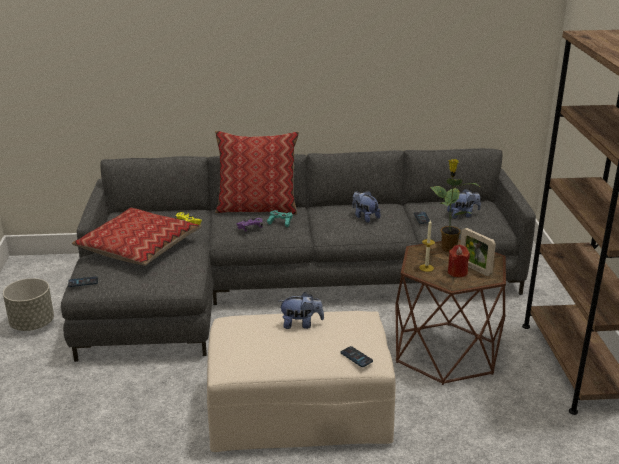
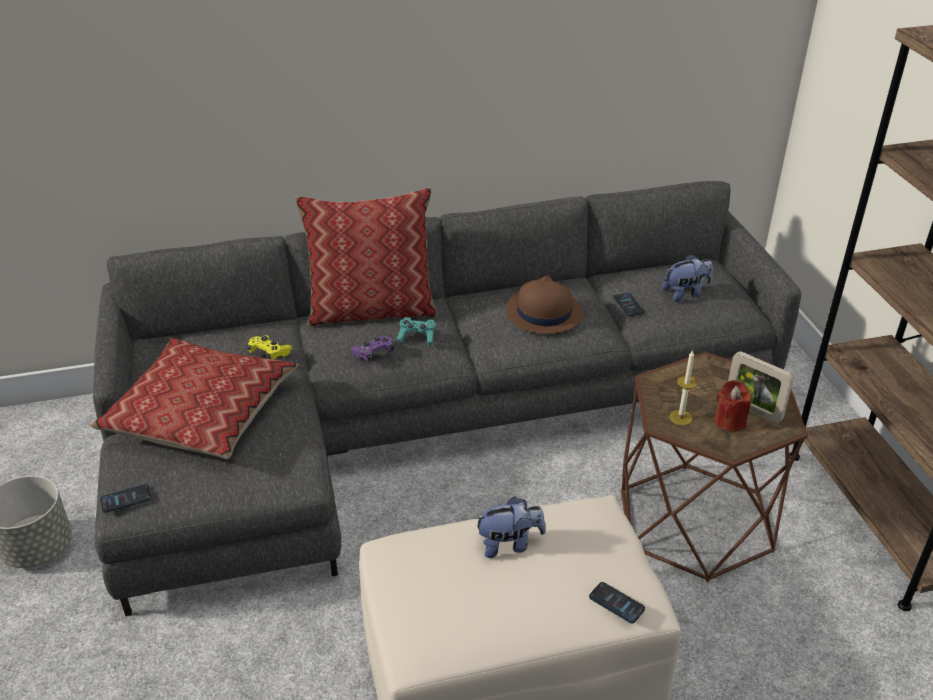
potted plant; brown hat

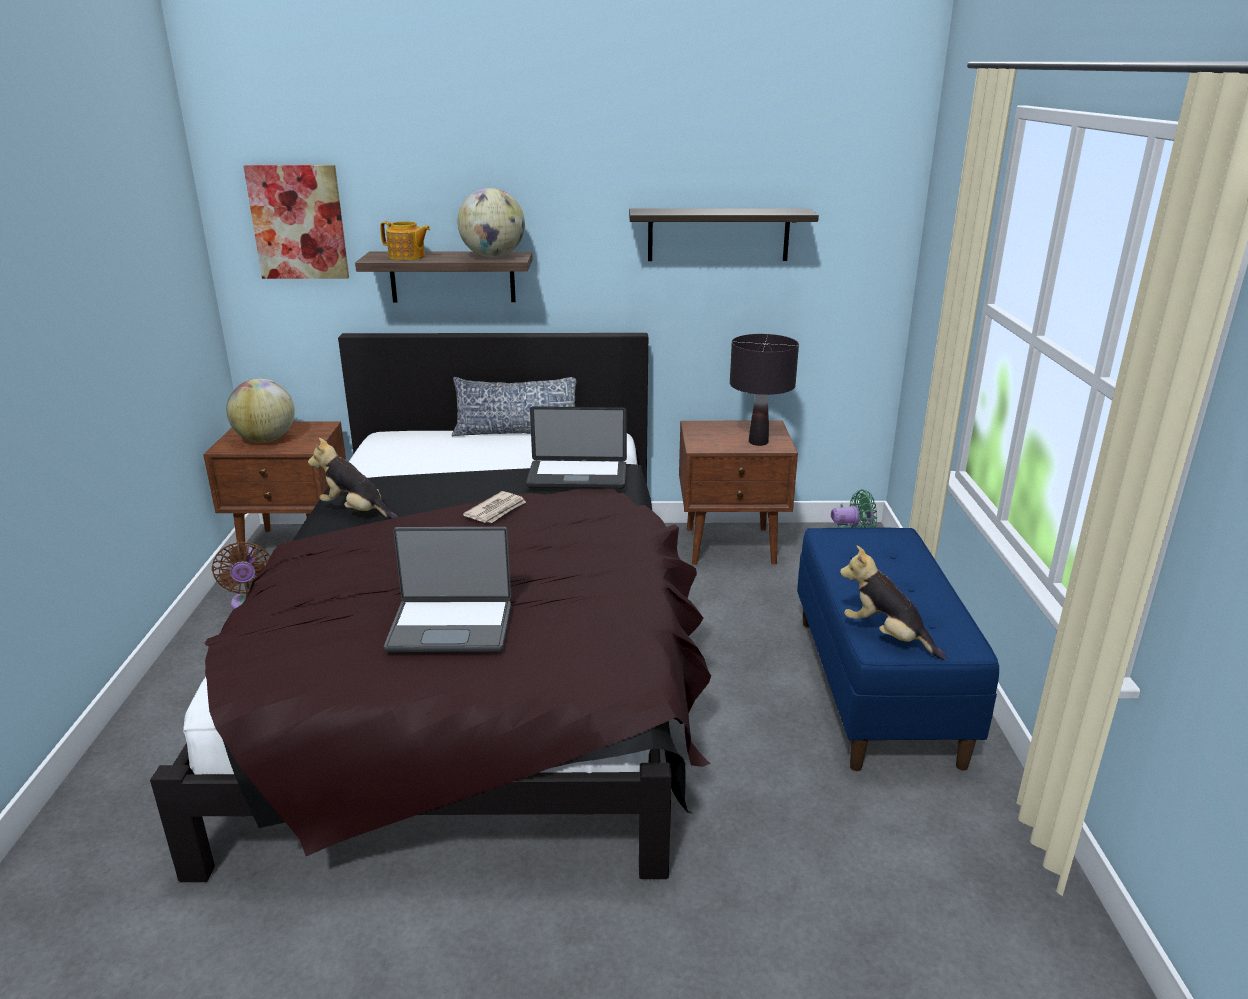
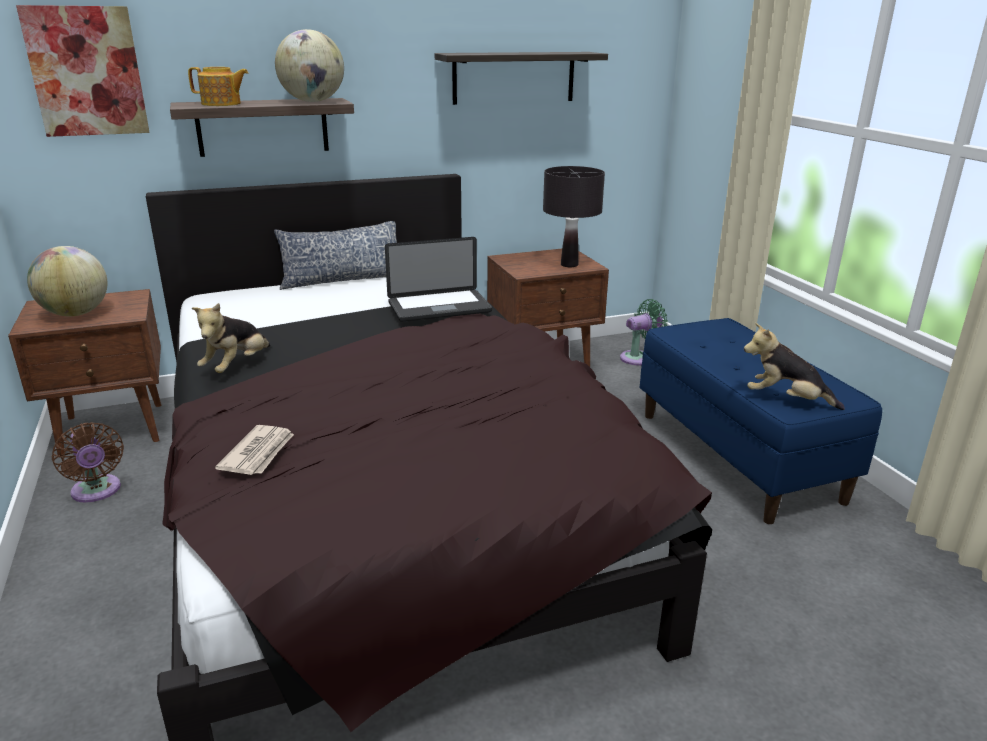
laptop (1st from left in the first image); newspaper; plush toy (1st from left)

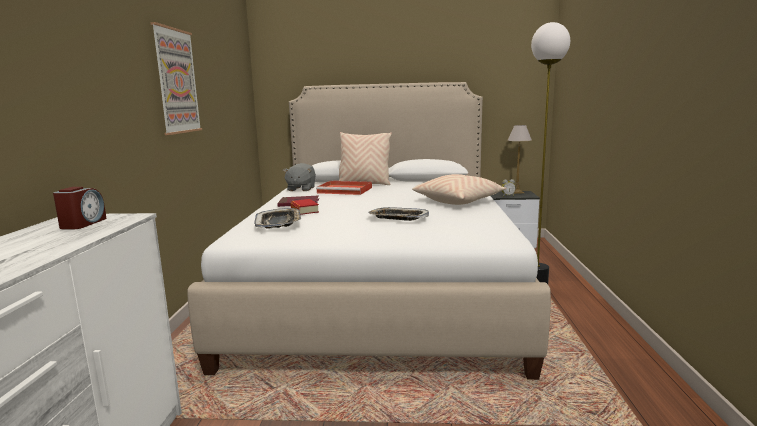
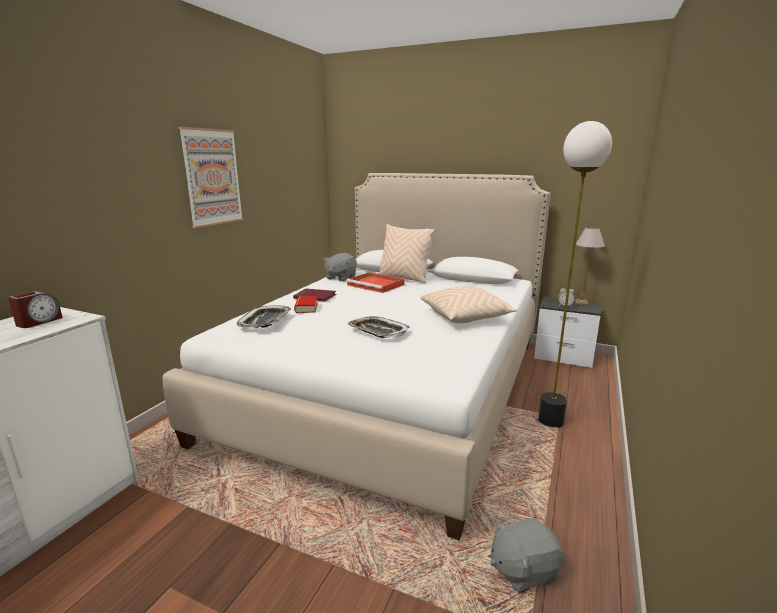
grey plush toy (2nd from left)

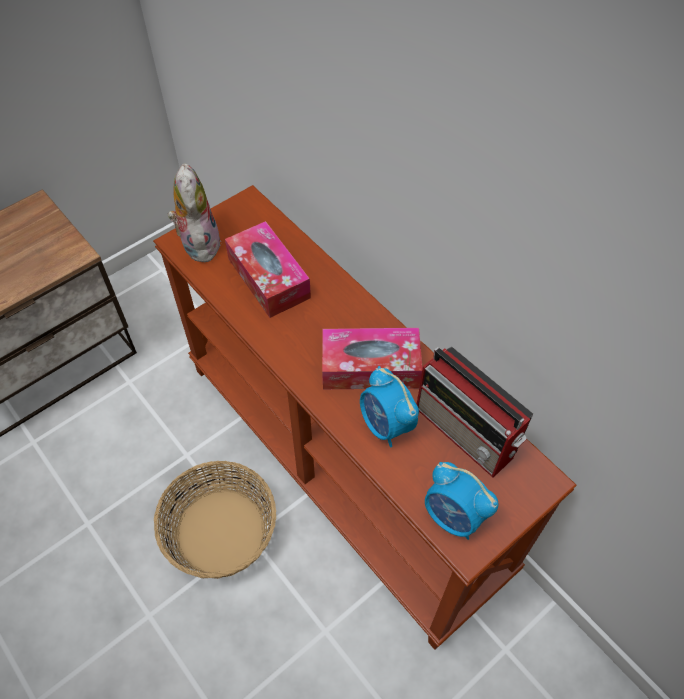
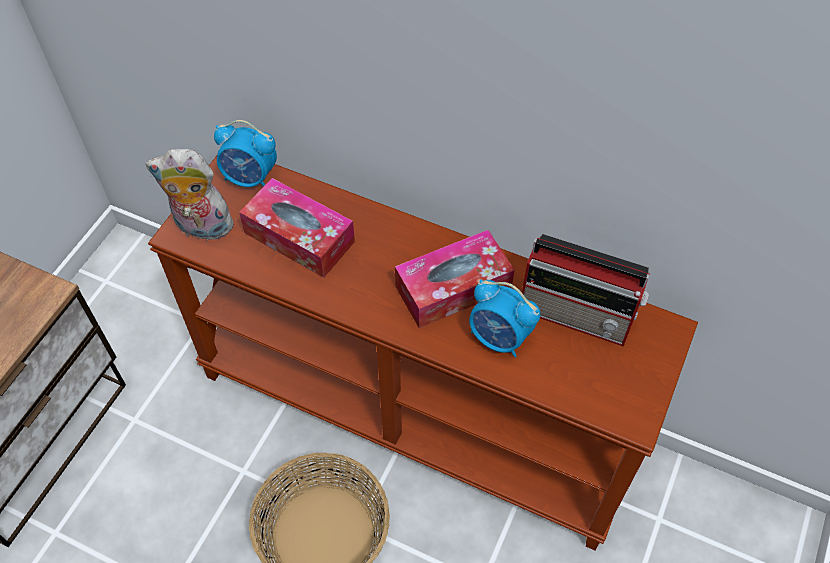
alarm clock (1st from left); plush toy

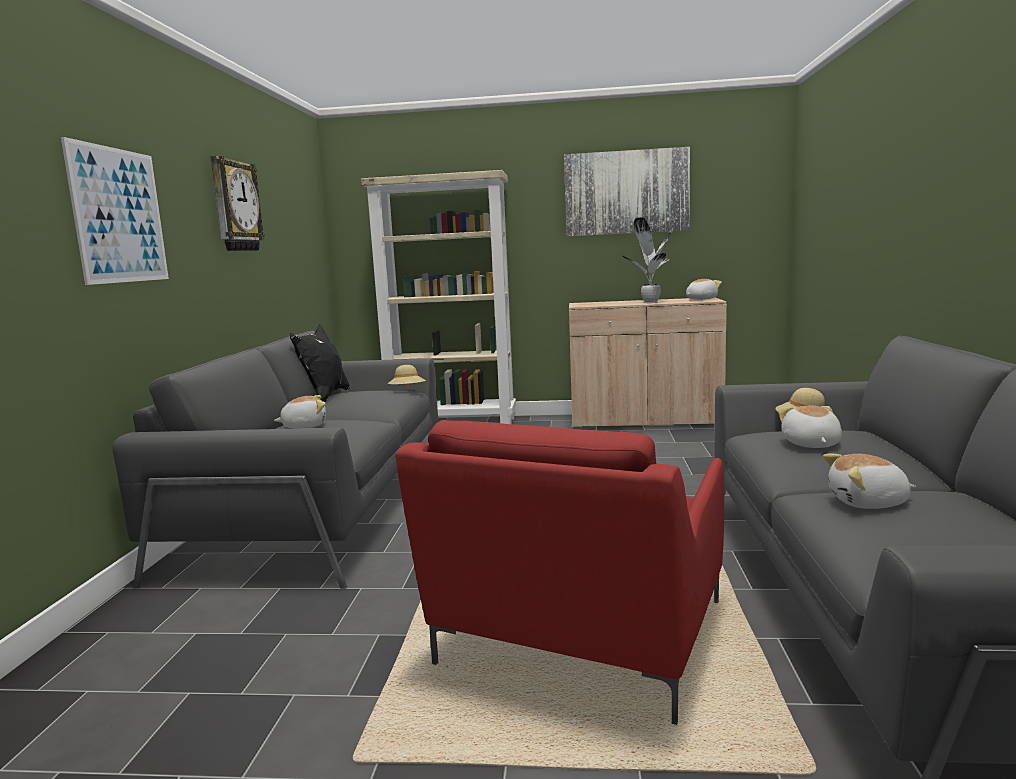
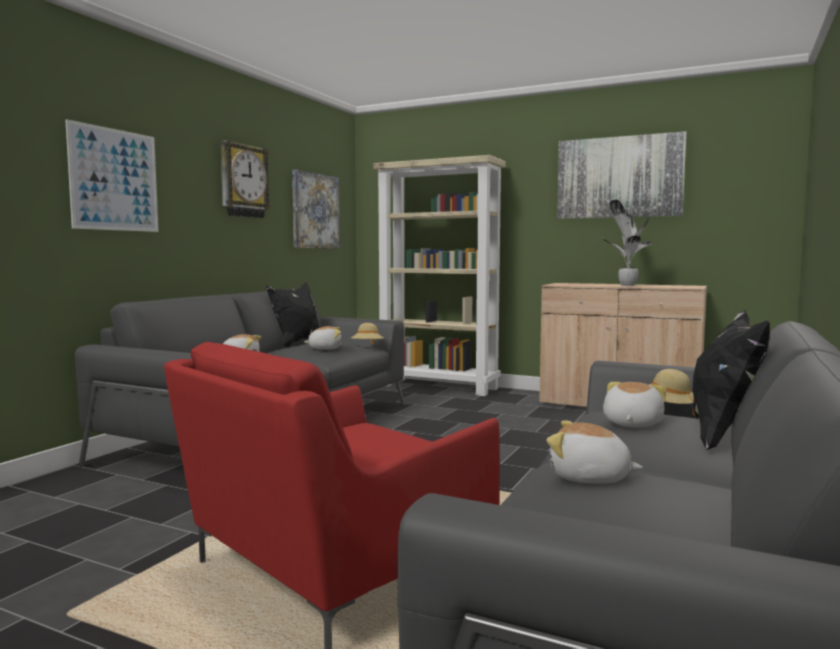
picture (2nd from left); black pillow (2nd from left); plush toy (2nd from left)

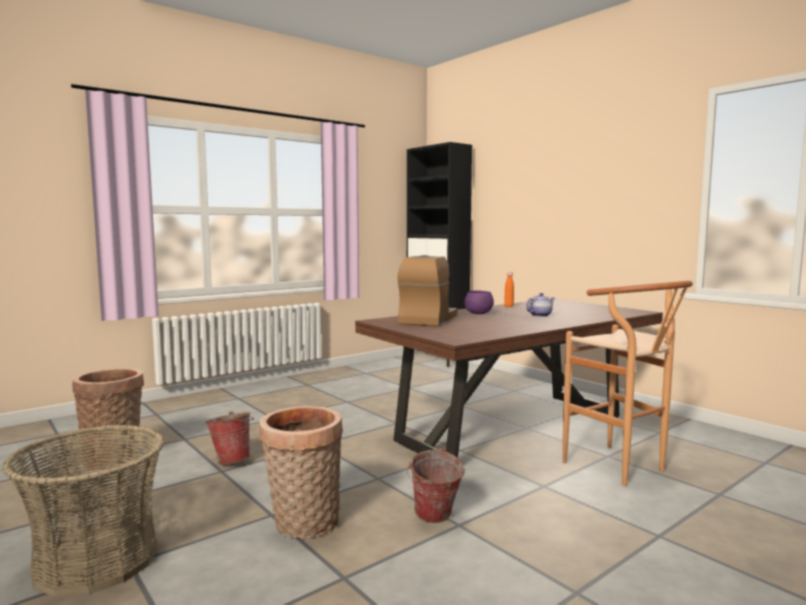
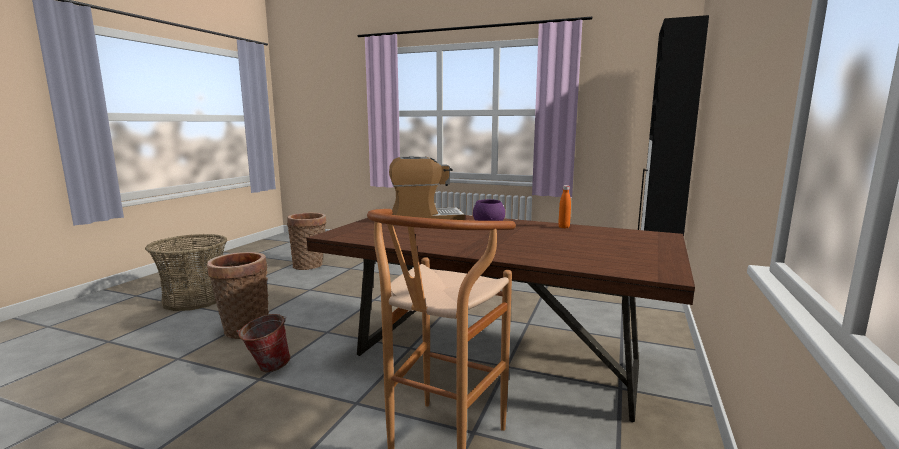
bucket (1st from left in the first image); teapot

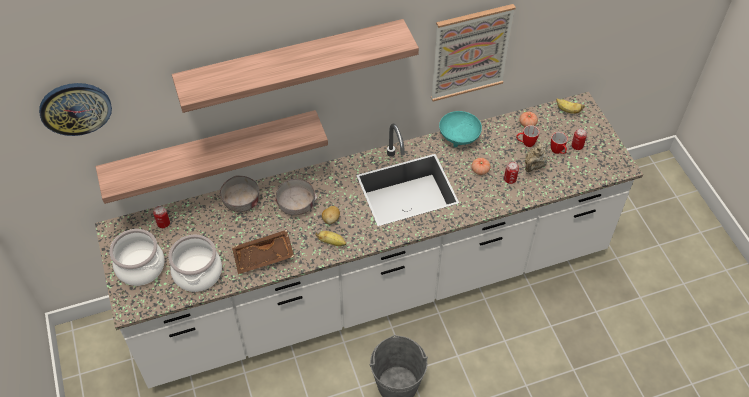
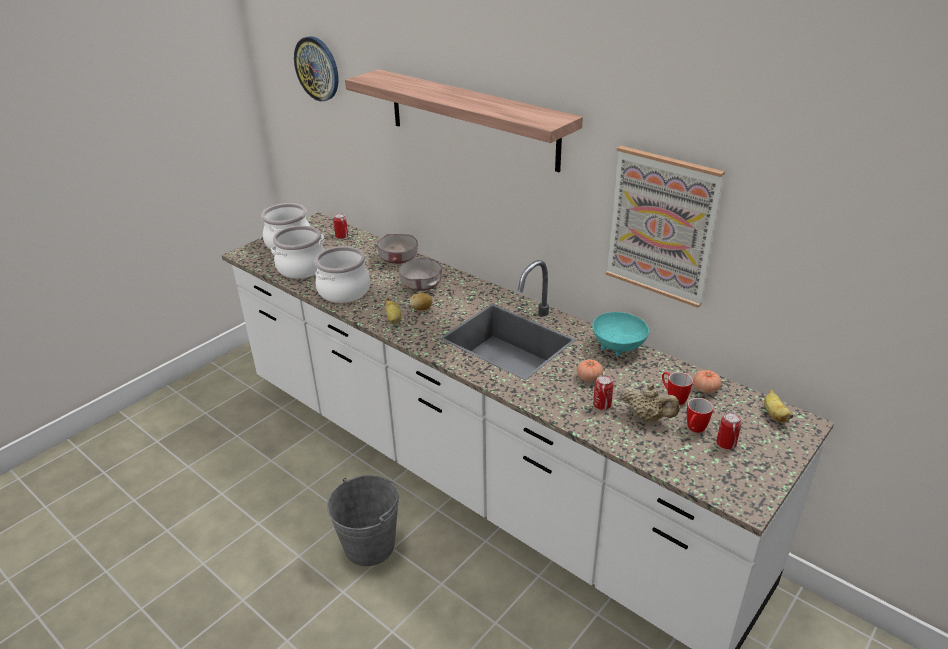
shelf (1st from left in the first image); cooking pot (3rd from left); beige teapot

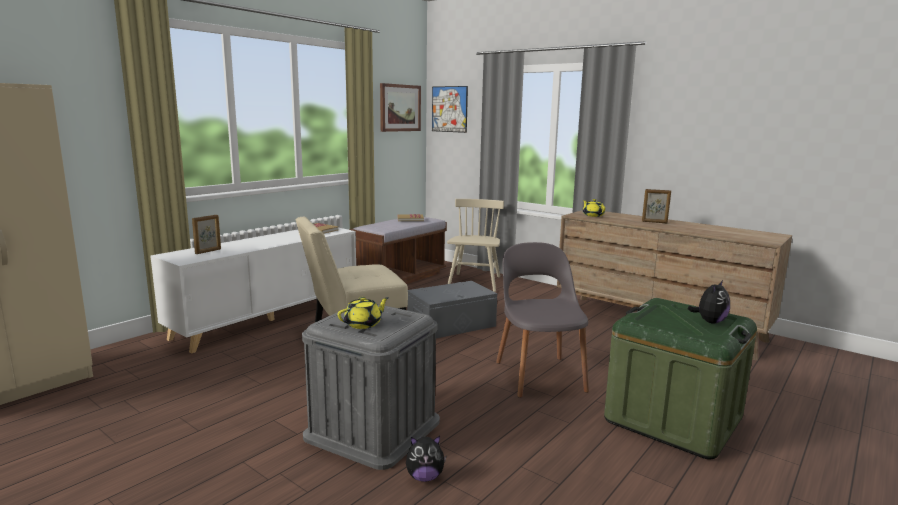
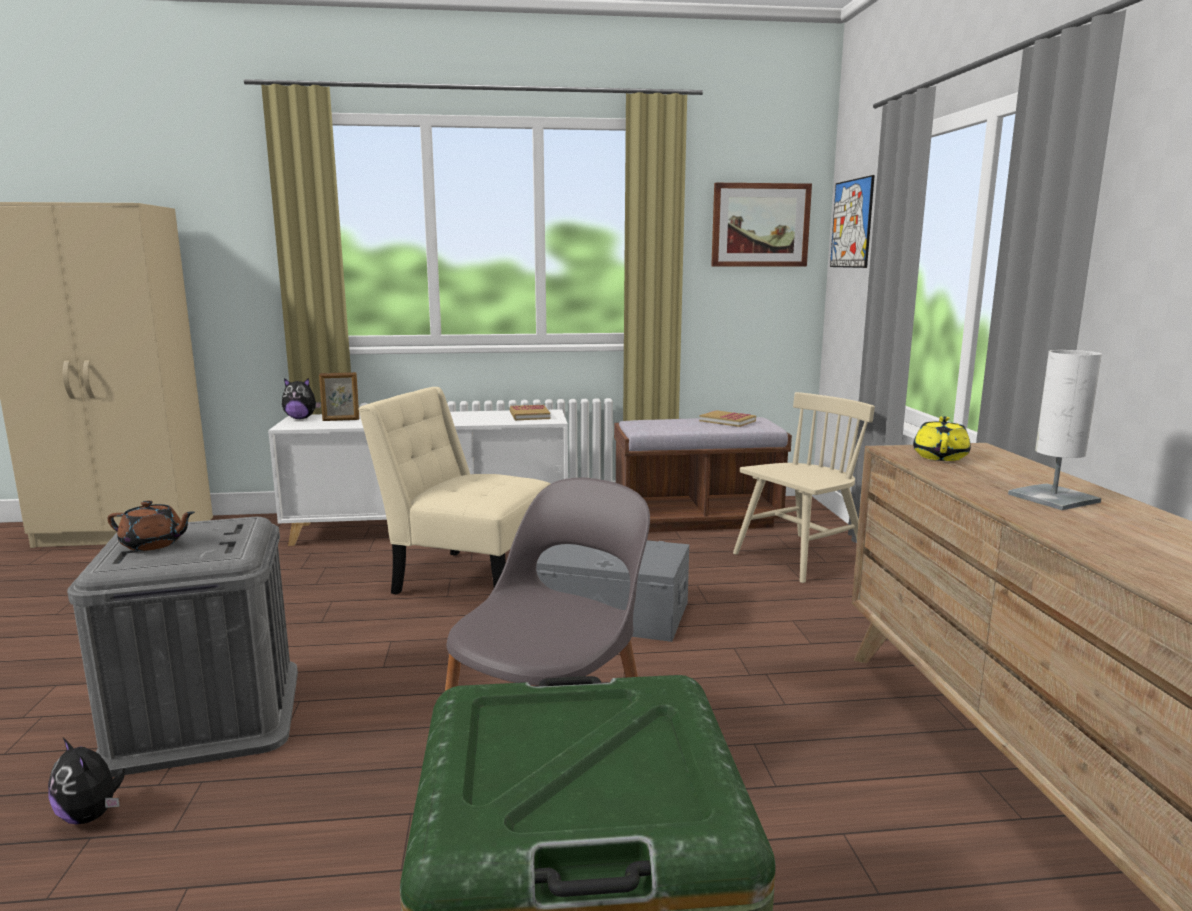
plush toy (2nd from left); white table lamp; brown teapot

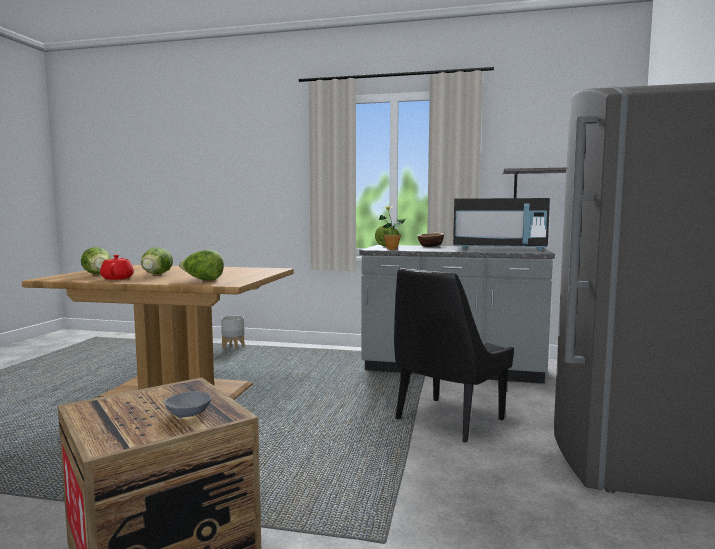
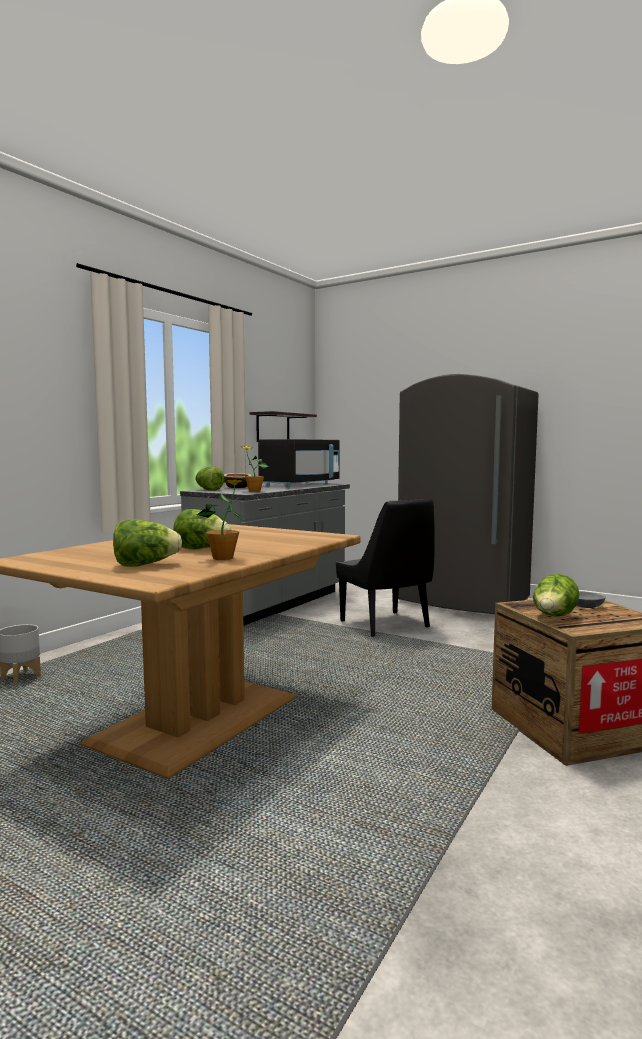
lettuce (4th from left); potted plant (1st from left)

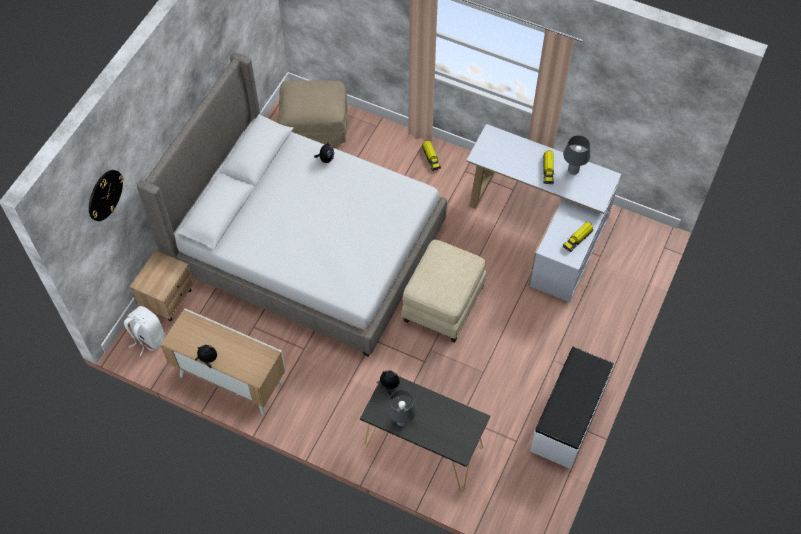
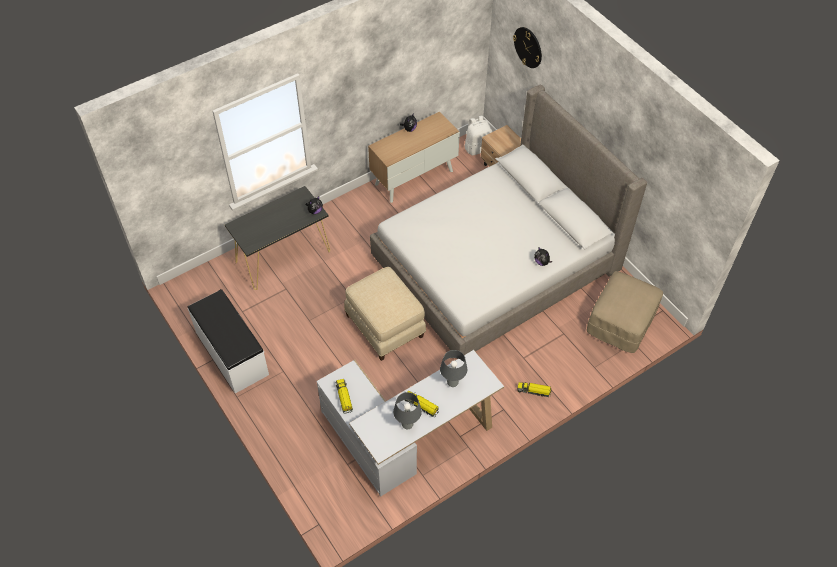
grey table lamp (2nd from left)

